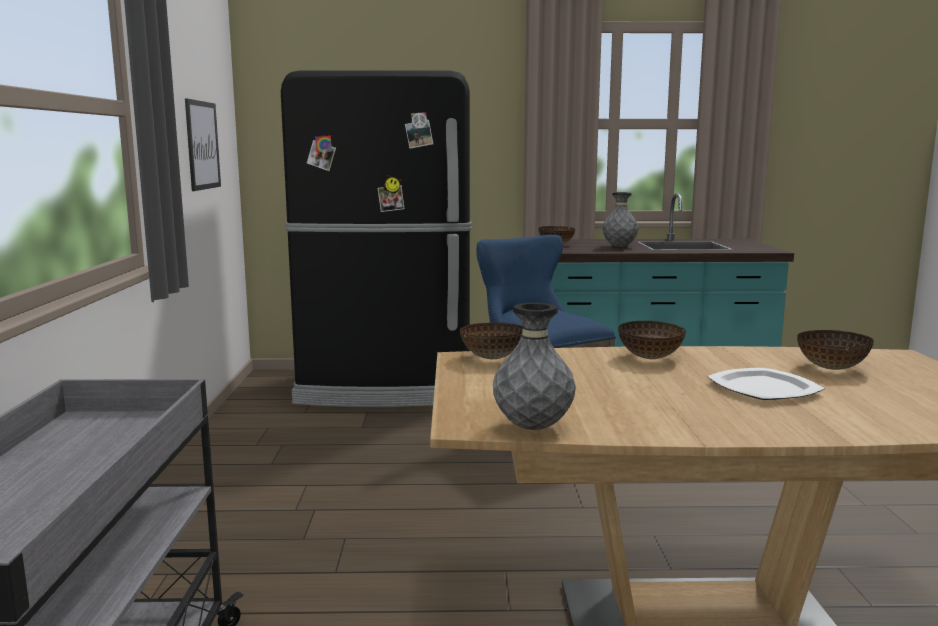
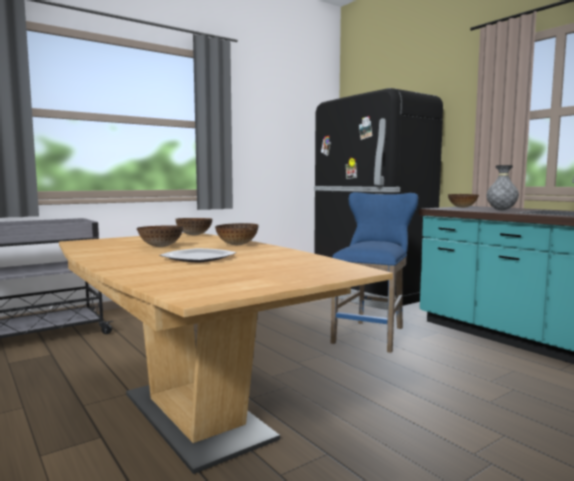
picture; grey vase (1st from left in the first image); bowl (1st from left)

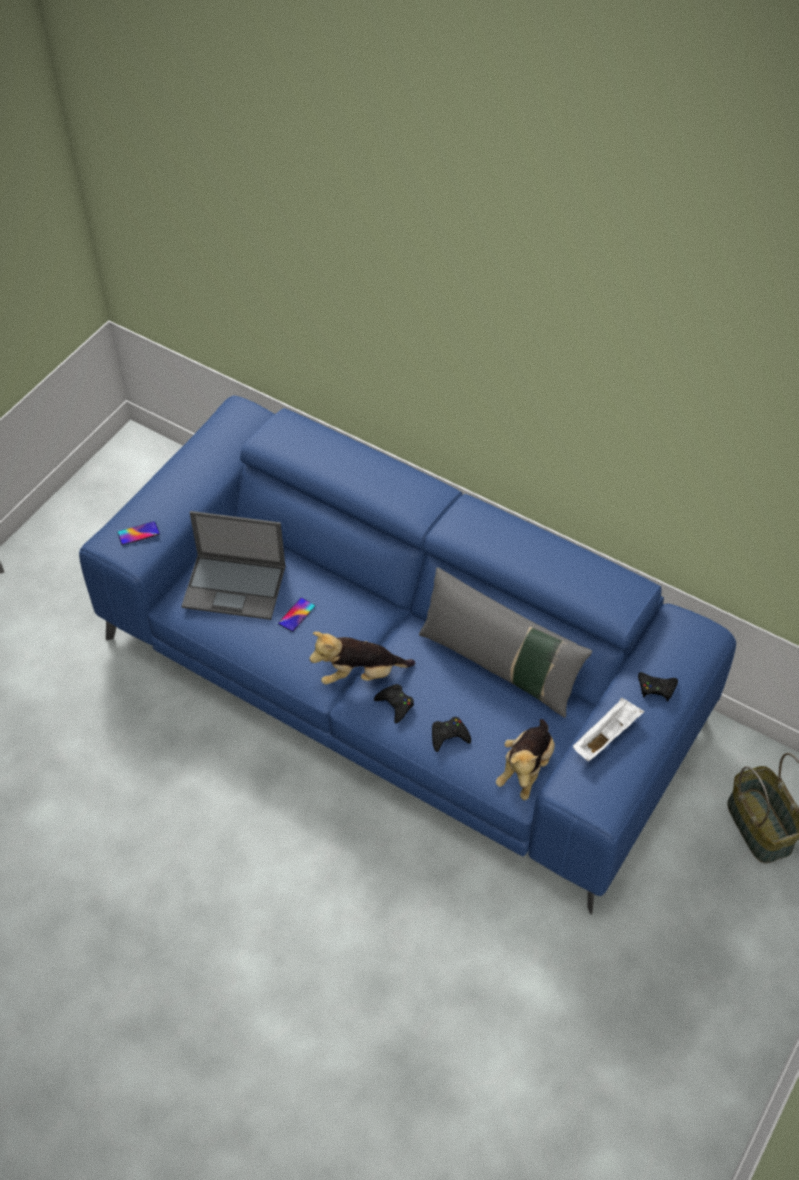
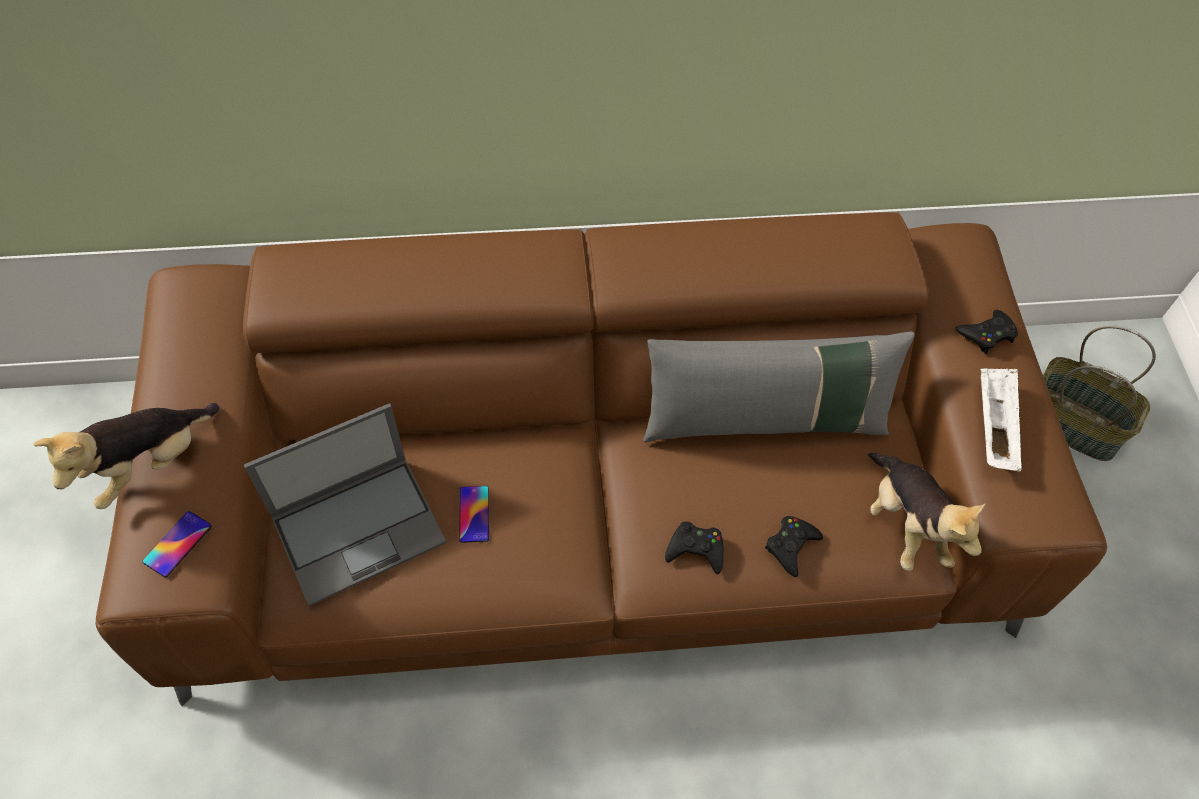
plush toy (1st from left); brown sofa

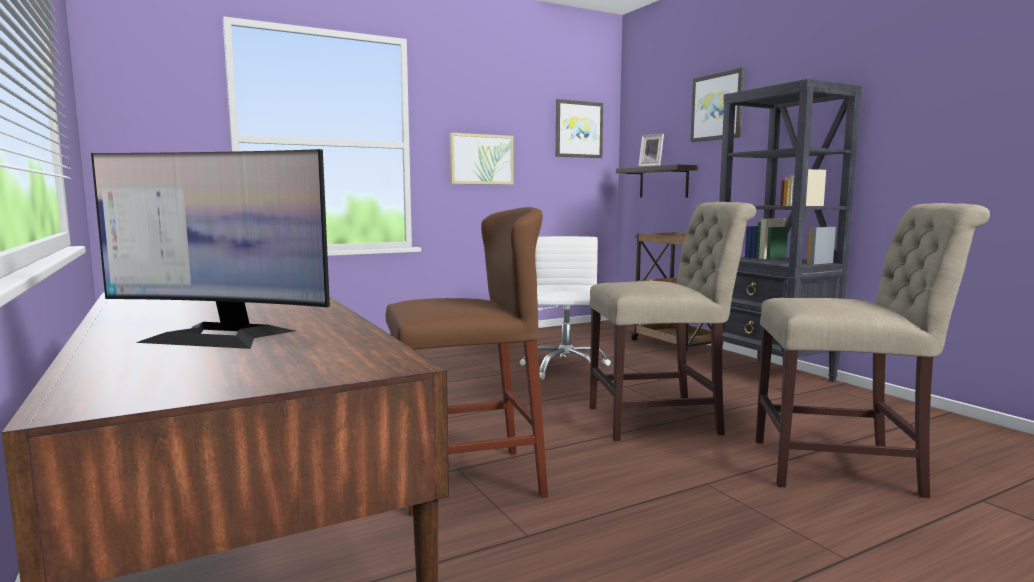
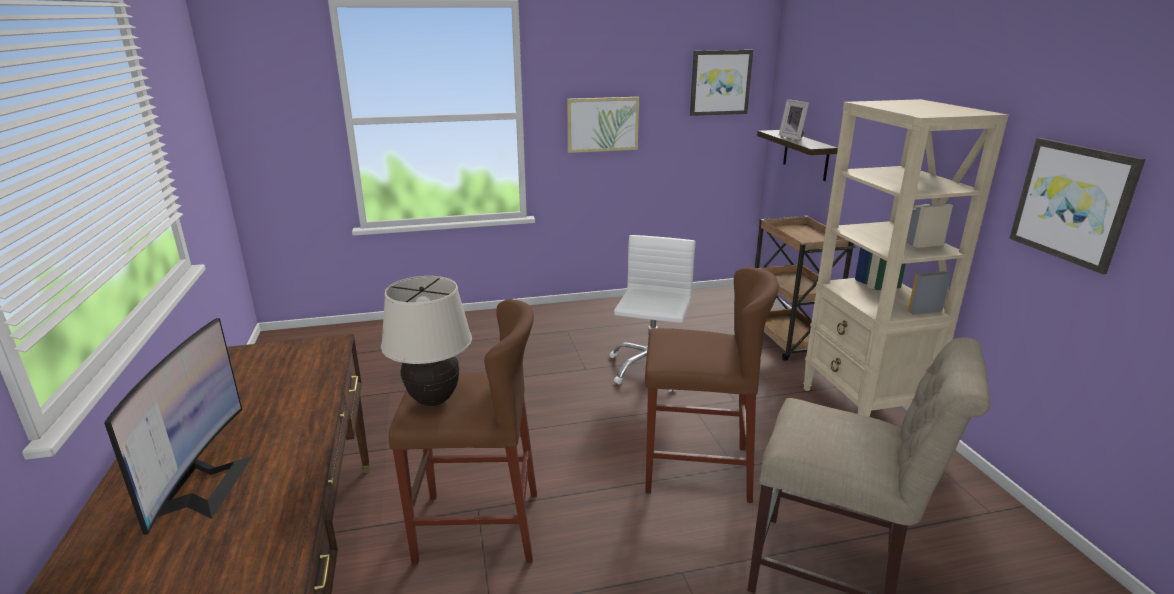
beige table lamp; picture (3rd from left); brown stool (2nd from left); beige bookcase; monitor

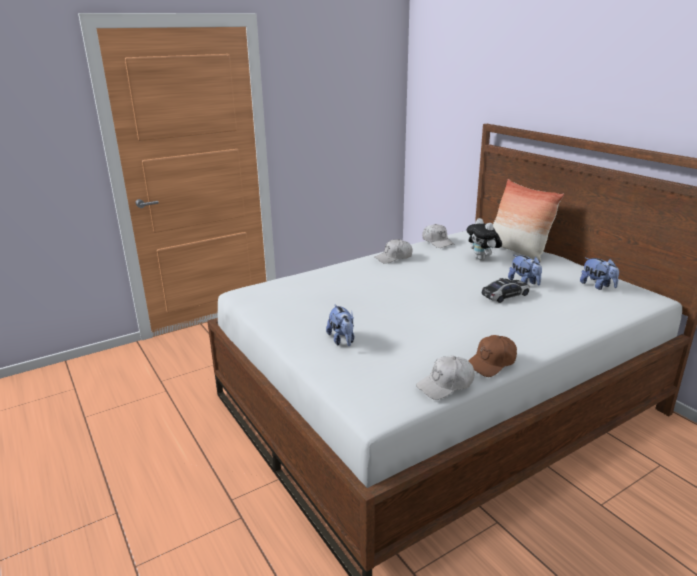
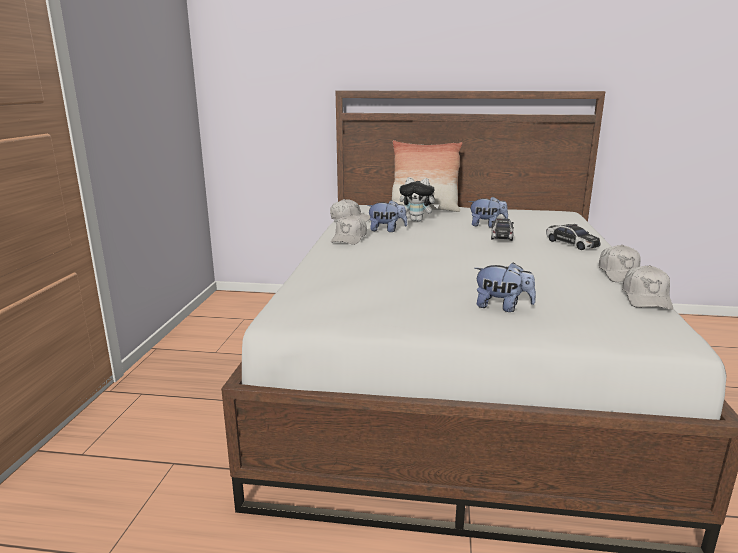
toy car (2nd from left); plush toy (1st from left); white cap (3rd from left)

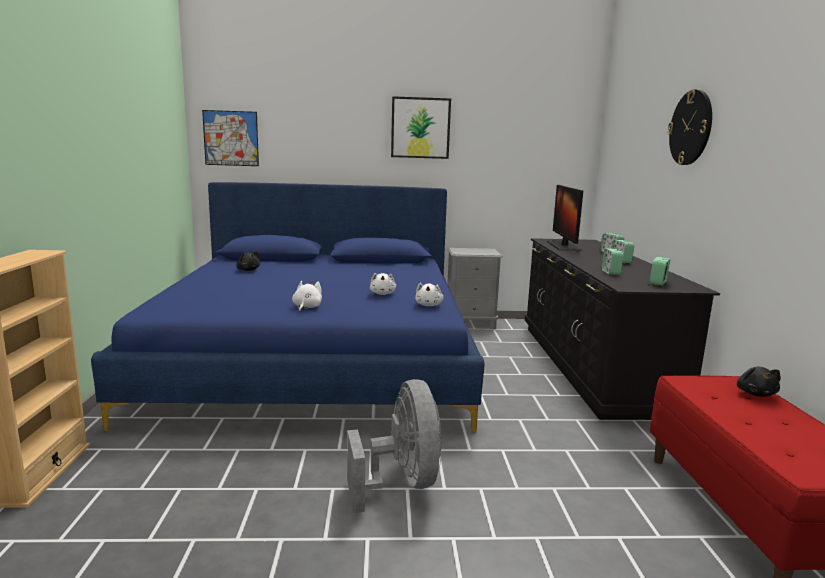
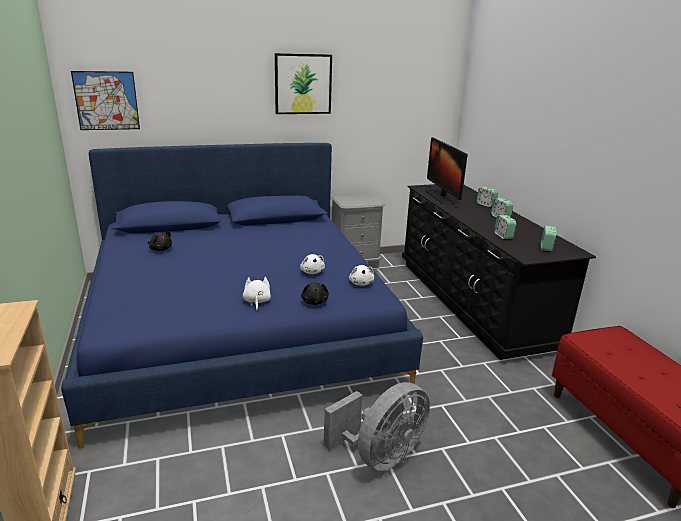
wall clock; black plush toy (2nd from left); grey fan

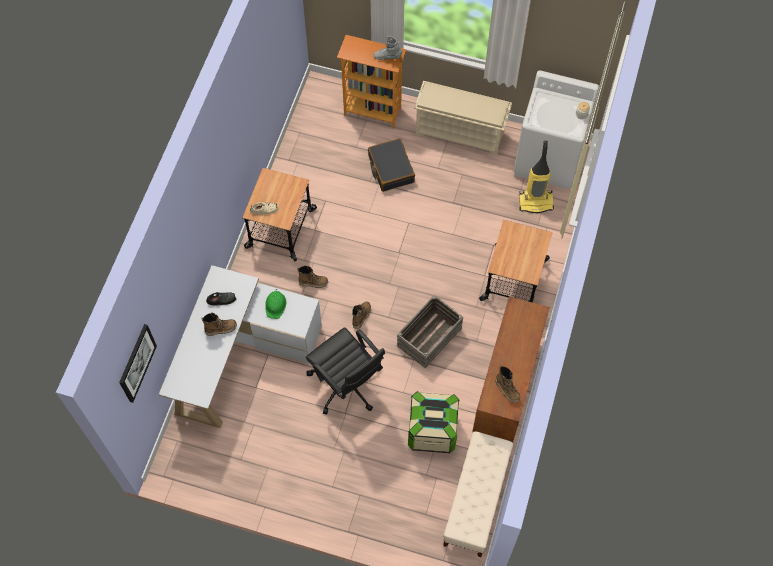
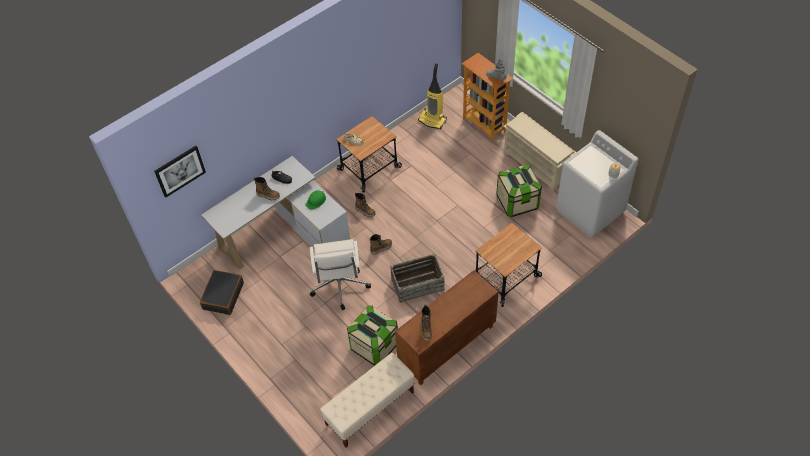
storage box (2nd from left); black suitcase; vacuum cleaner; white office chair

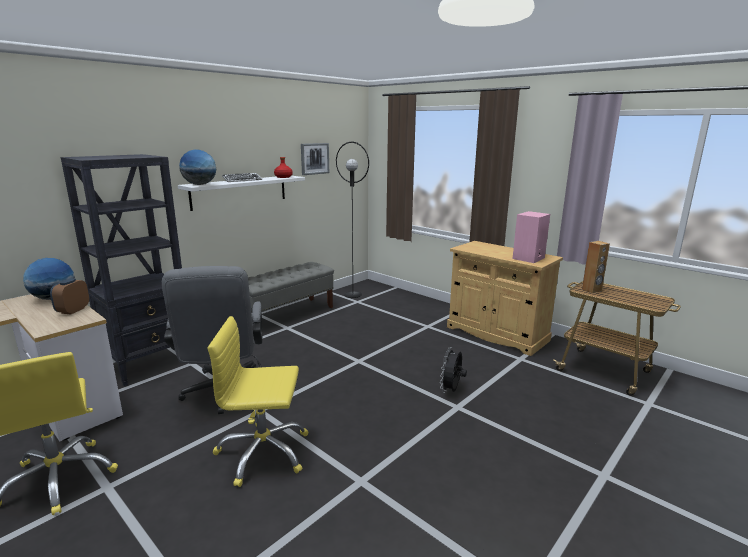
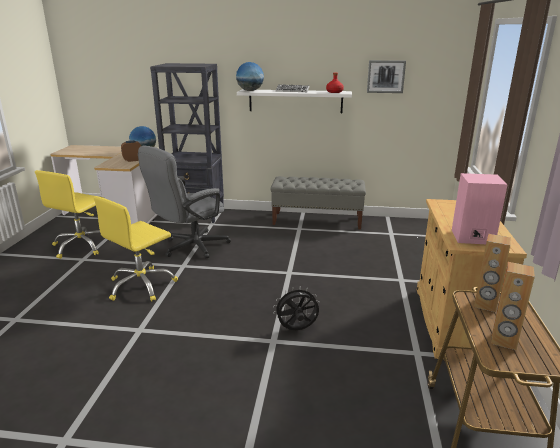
black floor lamp; brown speaker (2nd from left); yellow office chair (2nd from left)

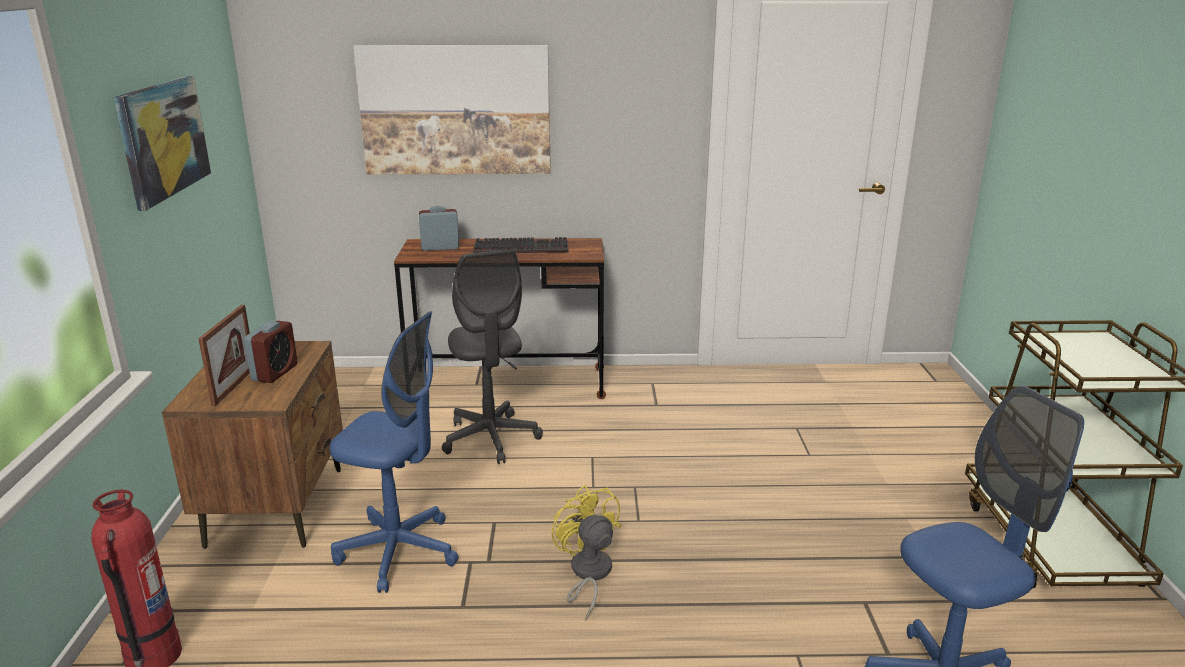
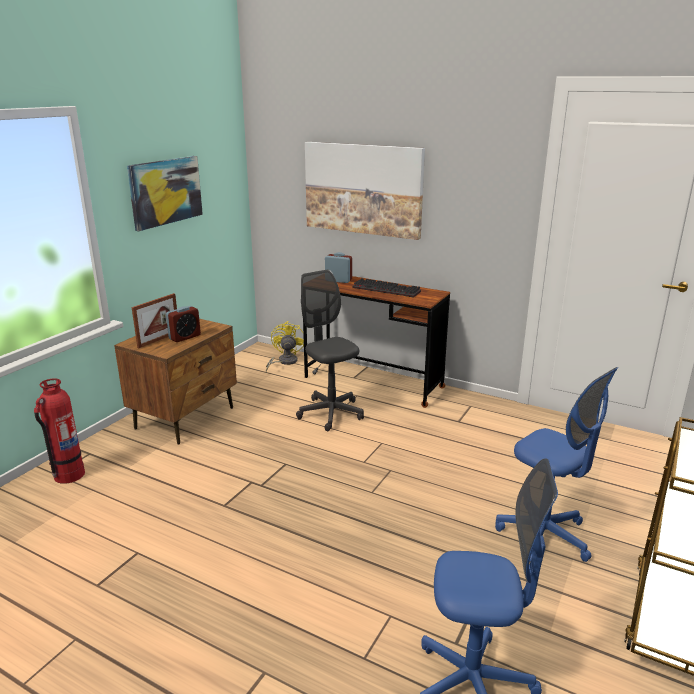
blue office chair (2nd from left); yellow fan; grey office chair

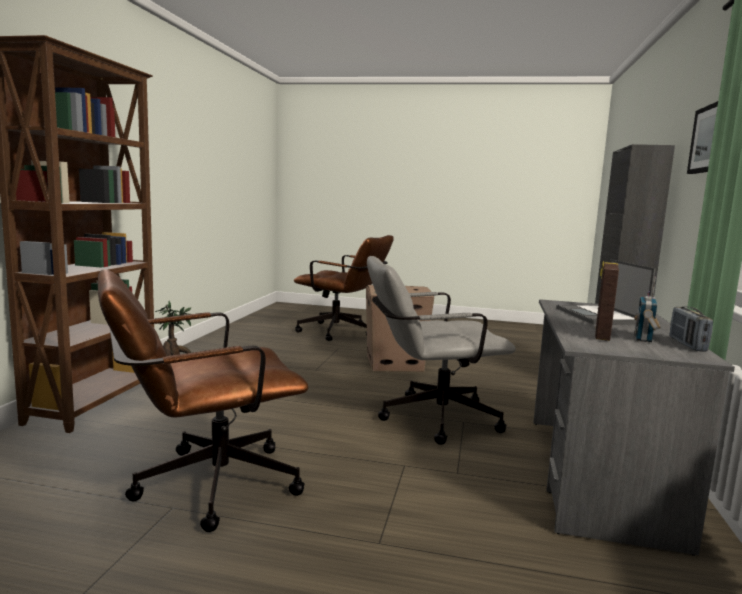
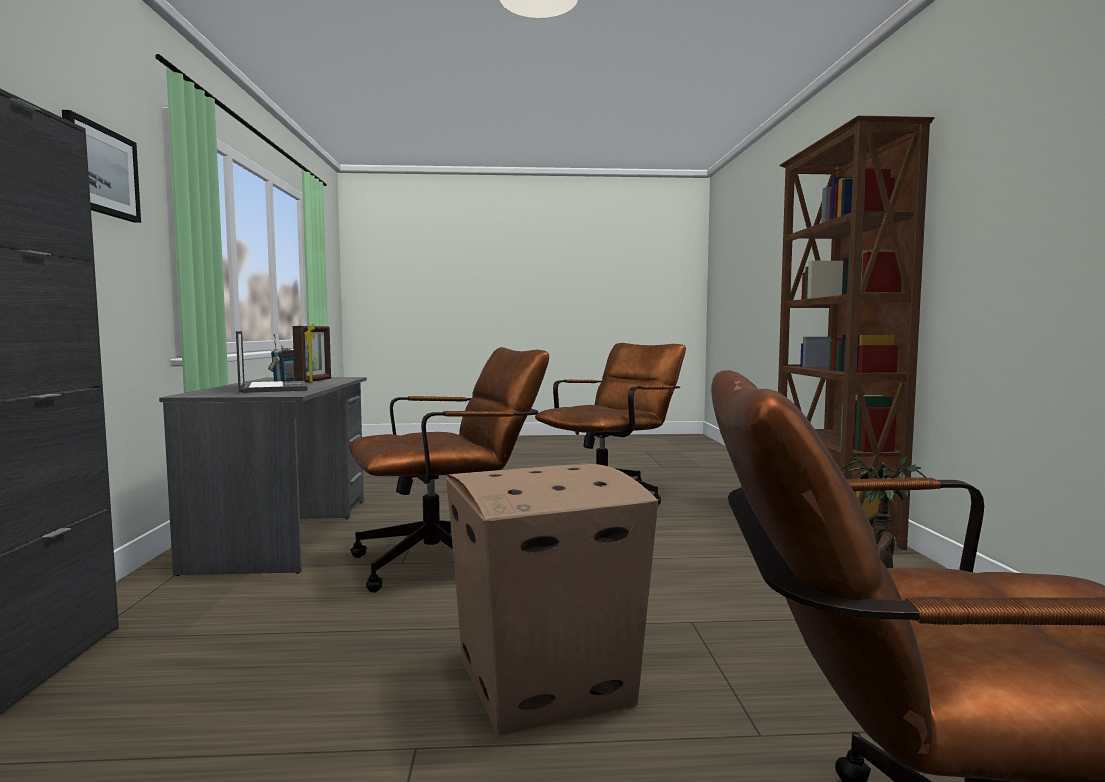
radio (2nd from left in the first image); brown office chair (1st from left)

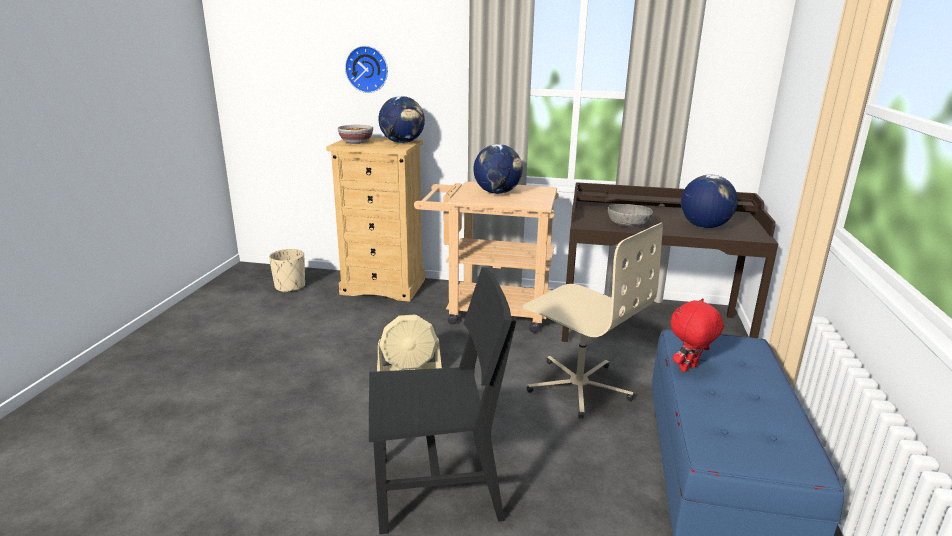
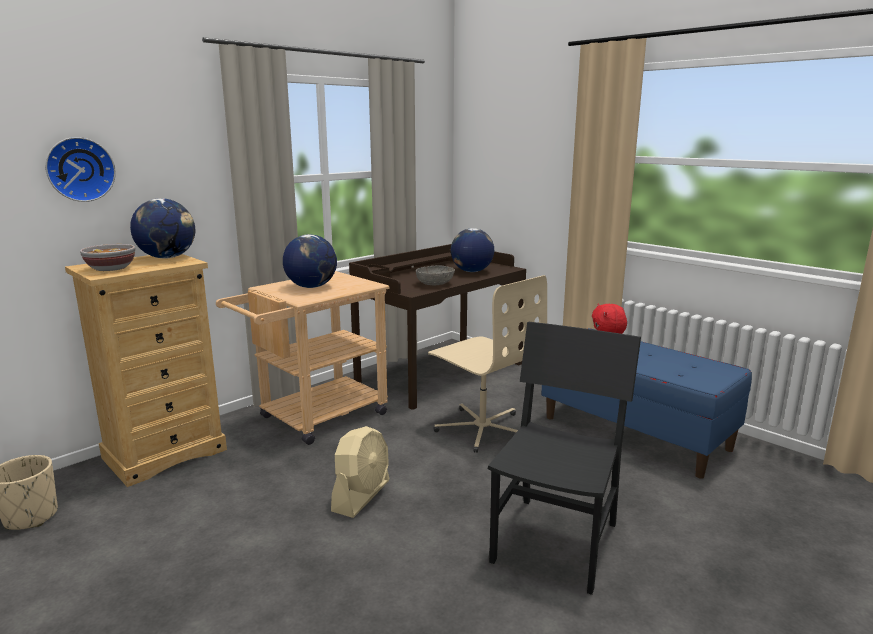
beige office chair

